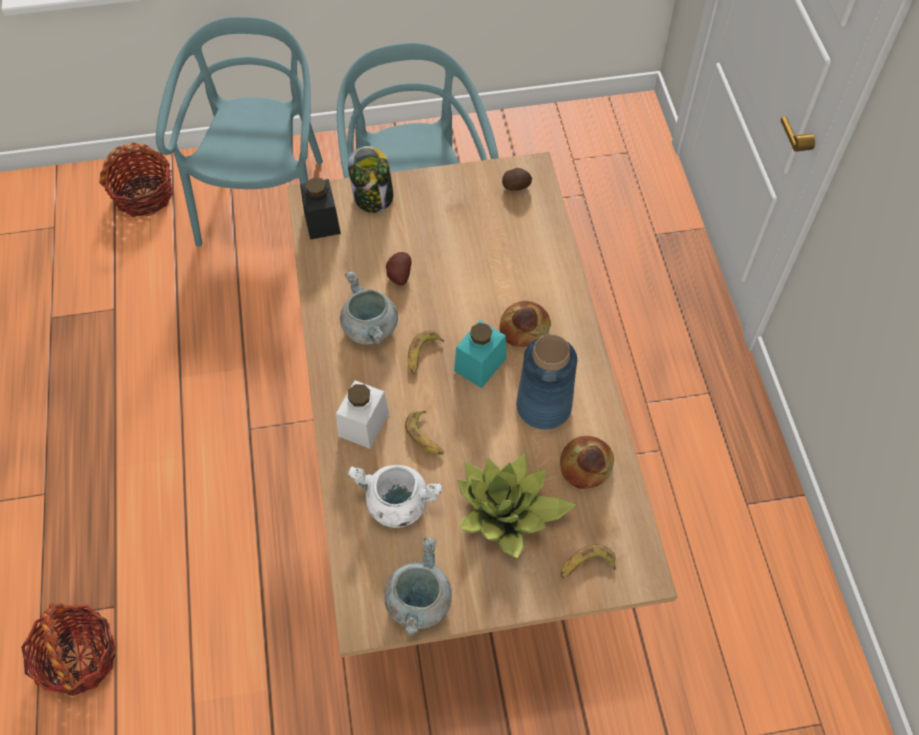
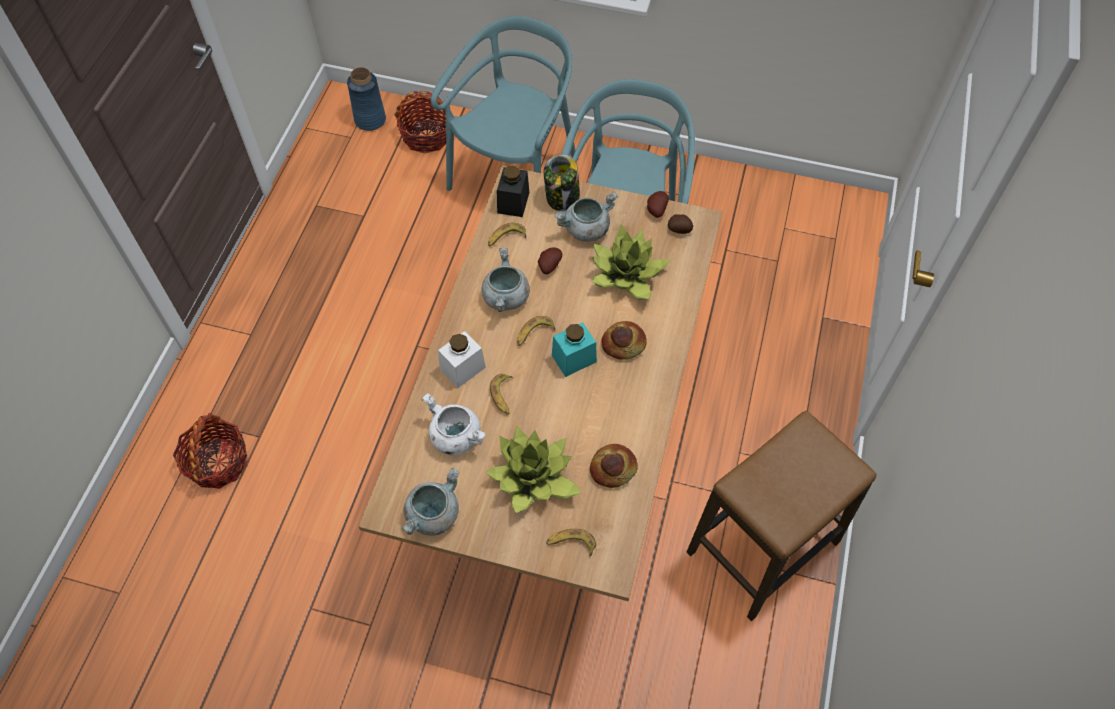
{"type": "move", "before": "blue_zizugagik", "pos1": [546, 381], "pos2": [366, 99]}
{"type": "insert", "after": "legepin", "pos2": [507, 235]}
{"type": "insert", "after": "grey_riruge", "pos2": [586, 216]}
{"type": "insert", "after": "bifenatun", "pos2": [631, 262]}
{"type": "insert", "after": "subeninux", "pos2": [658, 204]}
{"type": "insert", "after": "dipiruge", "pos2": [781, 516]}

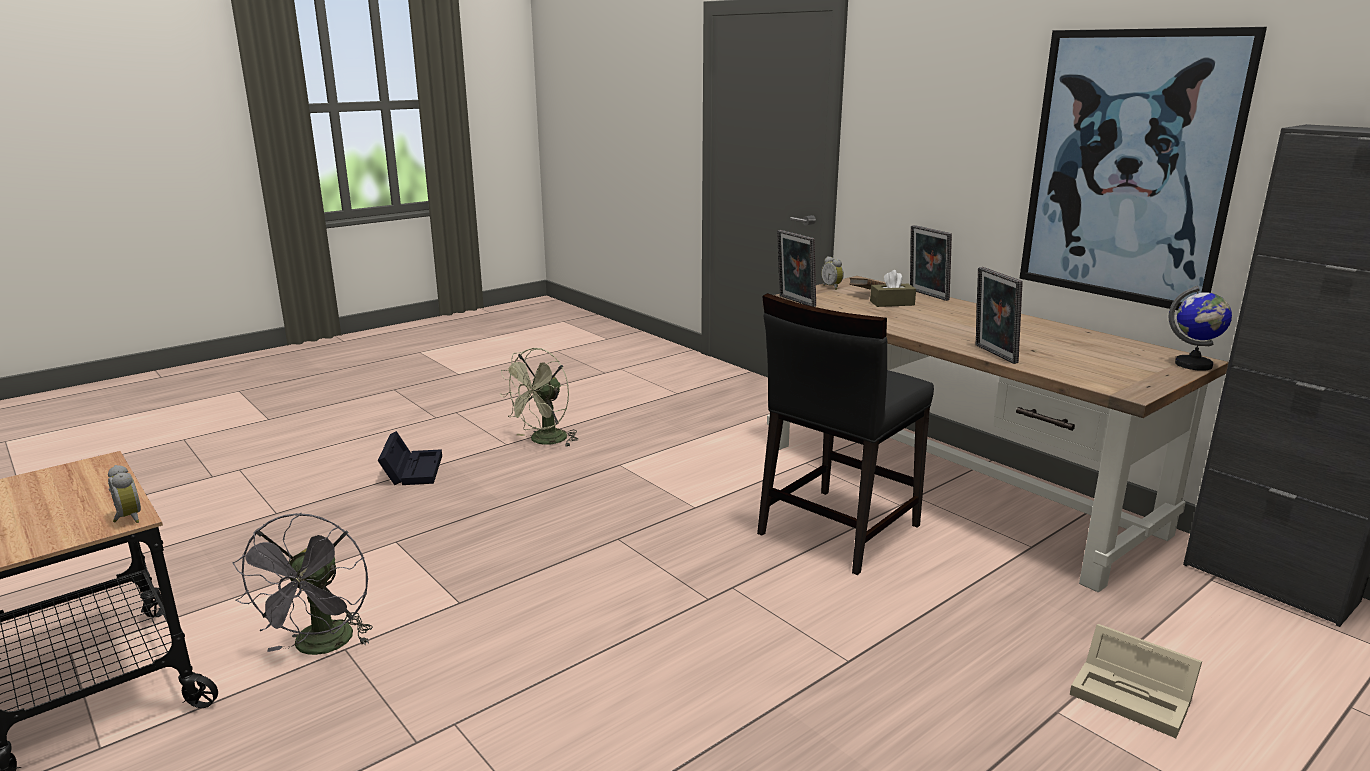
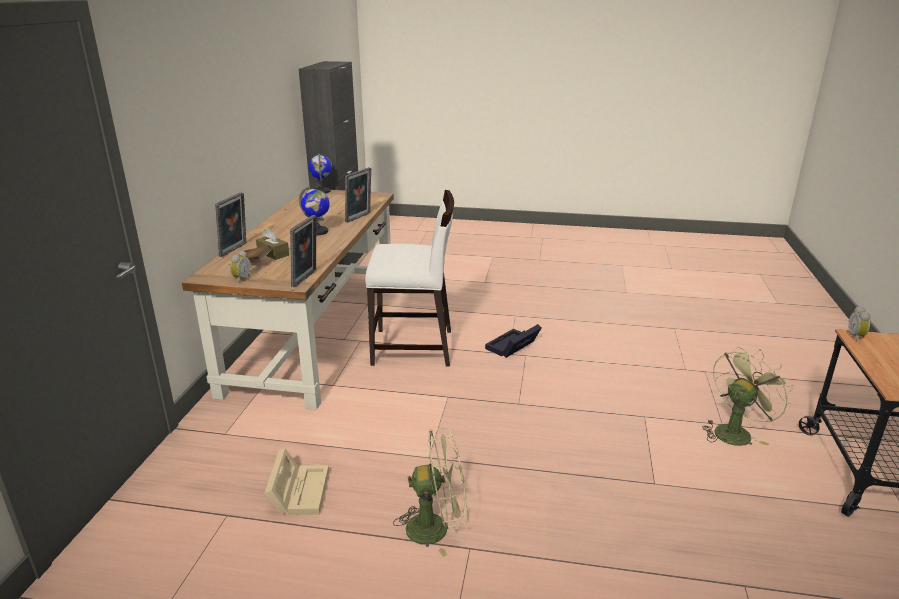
{"type": "recolor", "before": "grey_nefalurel", "after": "green_nefalurel", "pos1": [302, 584], "pos2": [748, 396]}
{"type": "move", "before": "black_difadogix", "pos1": [410, 458], "pos2": [513, 341]}
{"type": "recolor", "before": "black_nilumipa", "after": "white_nilumipa", "pos1": [845, 434], "pos2": [409, 278]}
{"type": "delete", "before": "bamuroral", "pos1": [1143, 168]}
{"type": "move", "before": "beige_difadogix", "pos1": [1136, 681], "pos2": [297, 481]}
{"type": "insert", "after": "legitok", "pos2": [314, 211]}

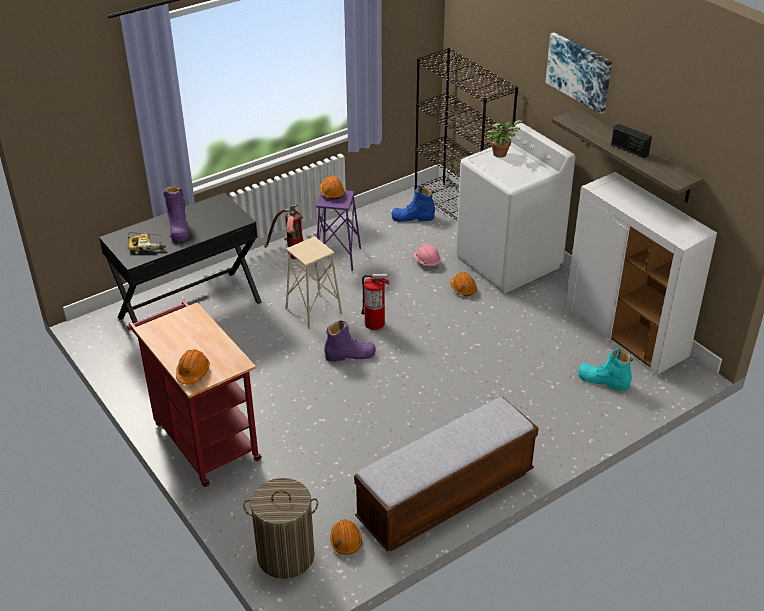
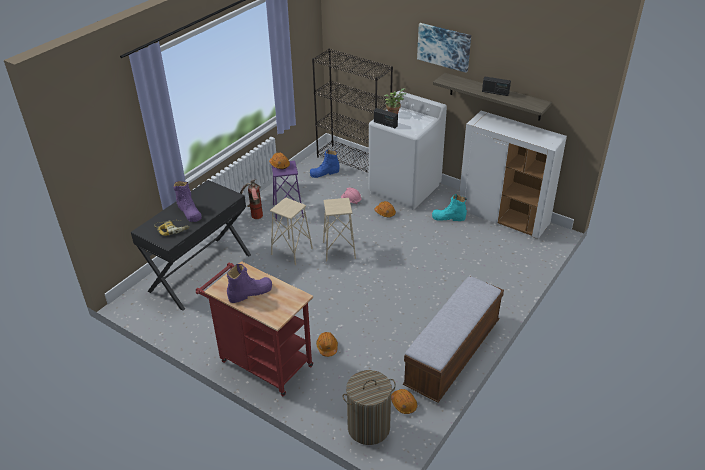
{"type": "move", "before": "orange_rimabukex", "pos1": [193, 367], "pos2": [327, 344]}
{"type": "move", "before": "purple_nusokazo", "pos1": [350, 340], "pos2": [249, 283]}
{"type": "replace", "before": "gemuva", "after": "beige_dipiruge", "pos1": [375, 302], "pos2": [339, 230]}
{"type": "move", "before": "turquoise_nusokazo", "pos1": [605, 369], "pos2": [449, 207]}
{"type": "insert", "after": "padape", "pos2": [386, 118]}

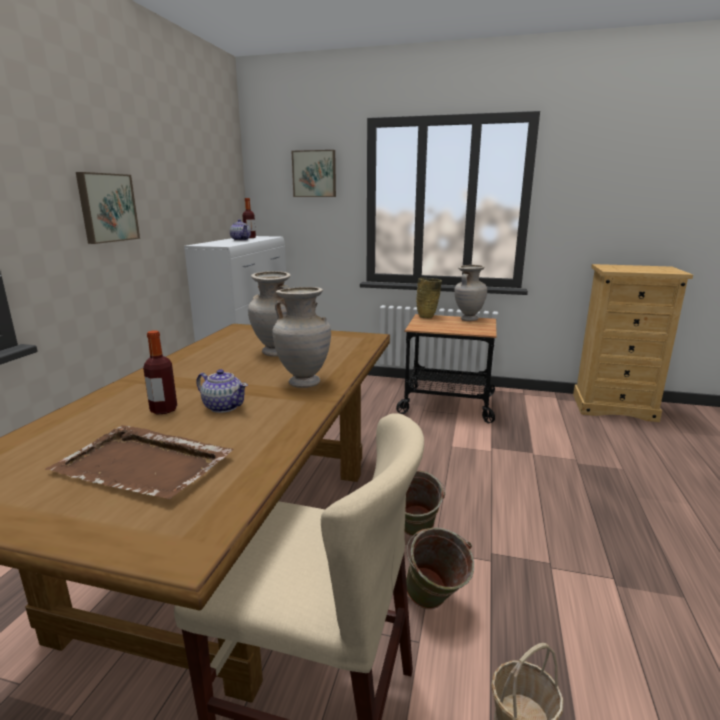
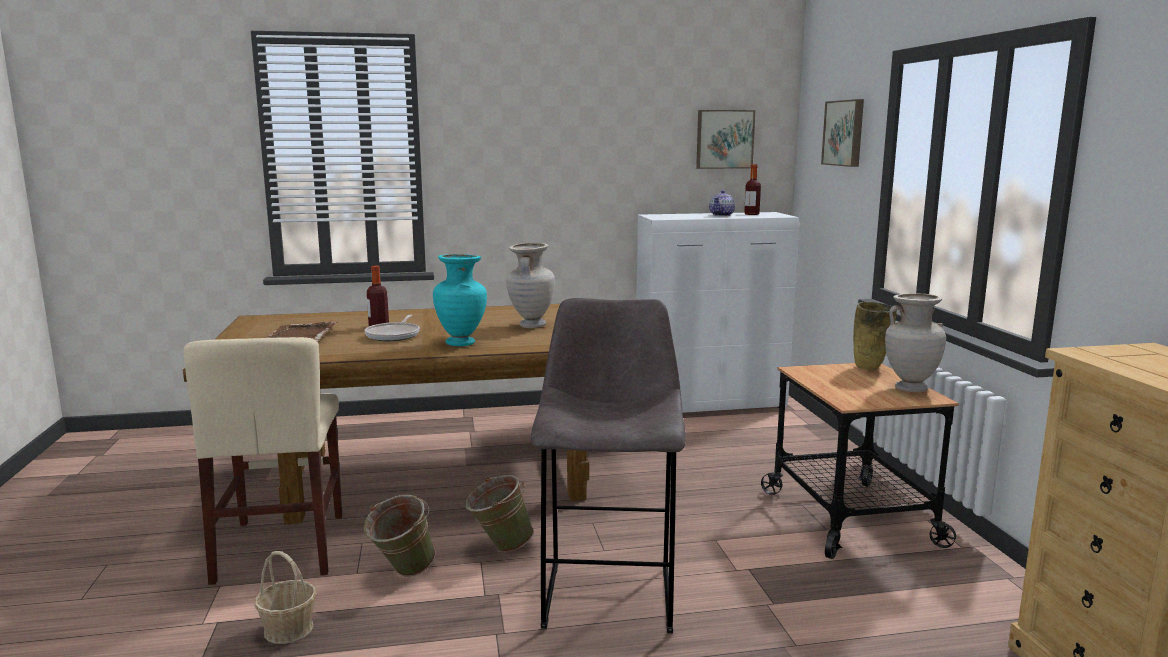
{"type": "move", "before": "bamuroral", "pos1": [108, 208], "pos2": [725, 139]}
{"type": "replace", "before": "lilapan", "after": "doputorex", "pos1": [222, 391], "pos2": [392, 328]}
{"type": "recolor", "before": "beige_zizugagik", "after": "turquoise_zizugagik", "pos1": [301, 337], "pos2": [460, 300]}
{"type": "insert", "after": "grey_dipiruge", "pos2": [608, 465]}

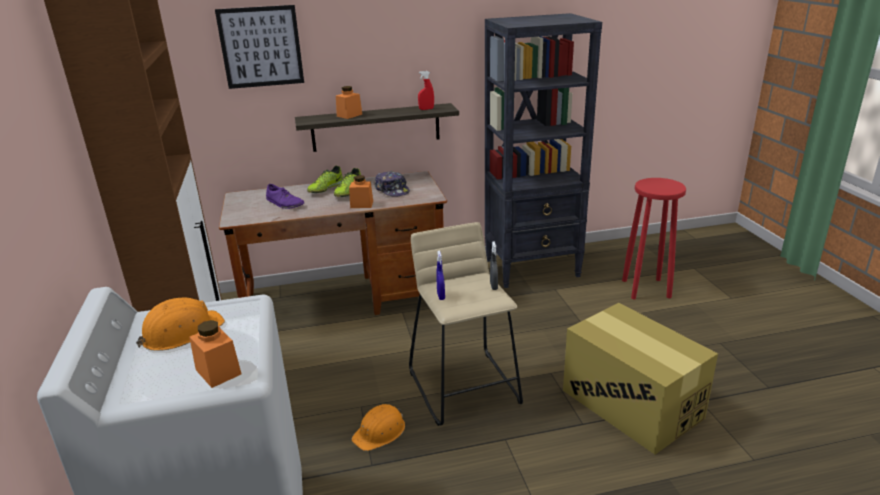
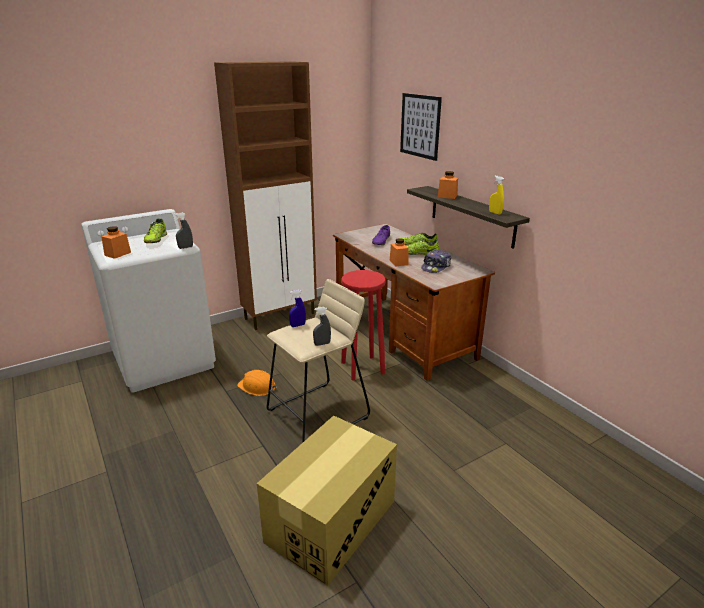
{"type": "replace", "before": "orange_rimabukex", "after": "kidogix", "pos1": [180, 324], "pos2": [155, 230]}
{"type": "recolor", "before": "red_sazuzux", "after": "yellow_sazuzux", "pos1": [426, 90], "pos2": [496, 195]}
{"type": "delete", "before": "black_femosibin", "pos1": [543, 150]}
{"type": "move", "before": "red_dipiruge", "pos1": [654, 238], "pos2": [363, 325]}
{"type": "insert", "after": "grey_sazuzux", "pos2": [183, 230]}

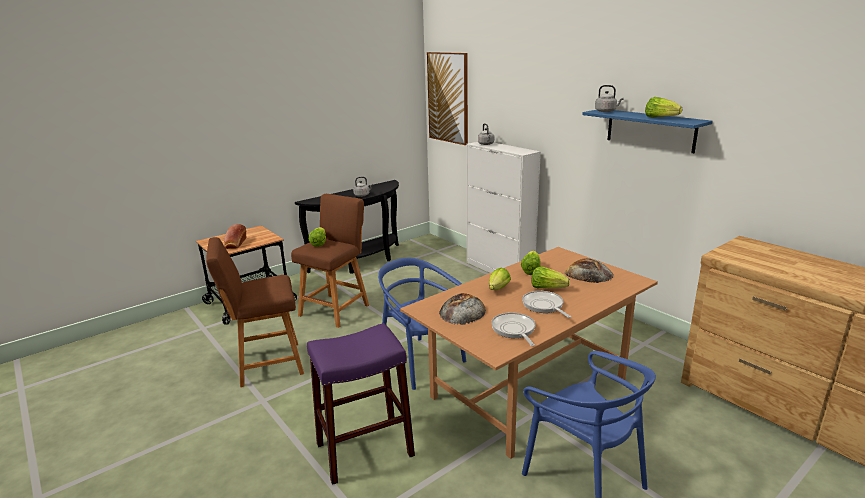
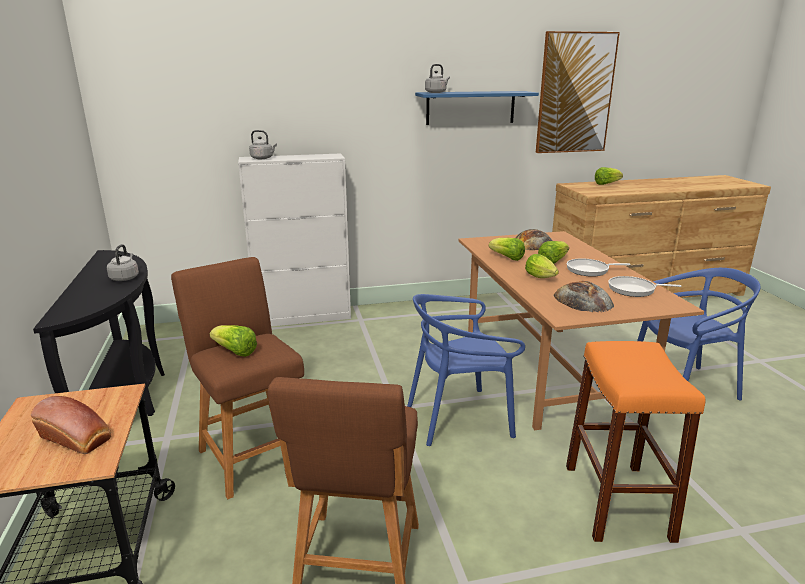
{"type": "recolor", "before": "purple_dipiruge", "after": "orange_dipiruge", "pos1": [361, 404], "pos2": [635, 442]}
{"type": "move", "before": "bamuroral", "pos1": [447, 98], "pos2": [578, 92]}
{"type": "move", "before": "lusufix", "pos1": [663, 107], "pos2": [609, 176]}

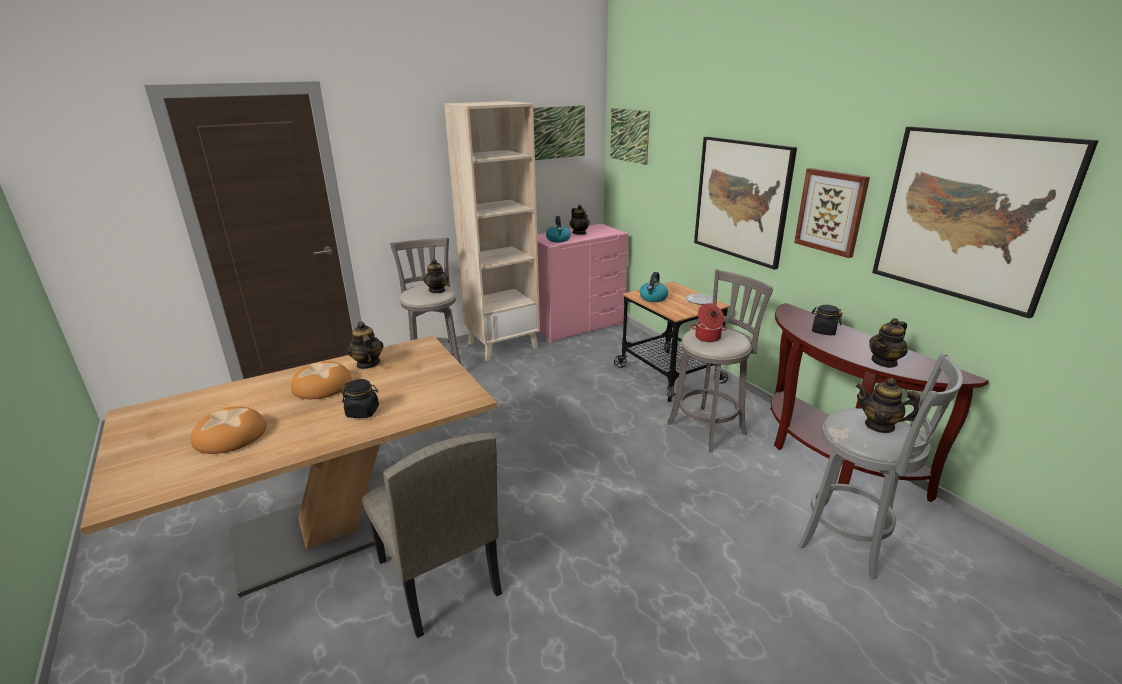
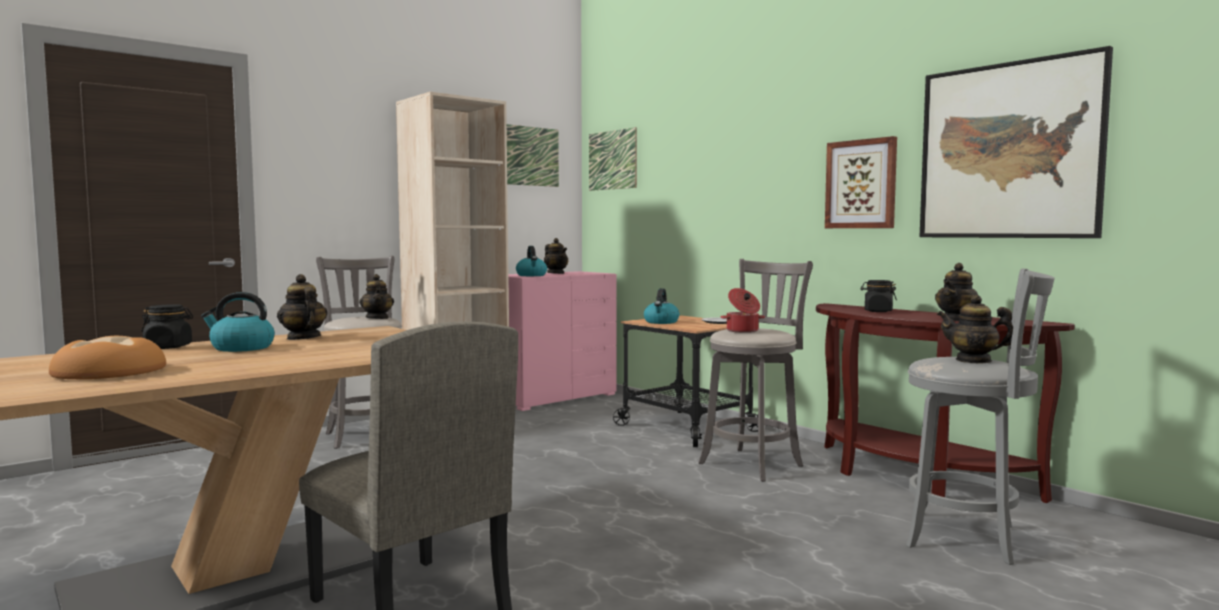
{"type": "replace", "before": "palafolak", "after": "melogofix", "pos1": [321, 380], "pos2": [238, 322]}
{"type": "move", "before": "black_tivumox", "pos1": [360, 398], "pos2": [167, 326]}
{"type": "delete", "before": "bamuroral", "pos1": [745, 203]}

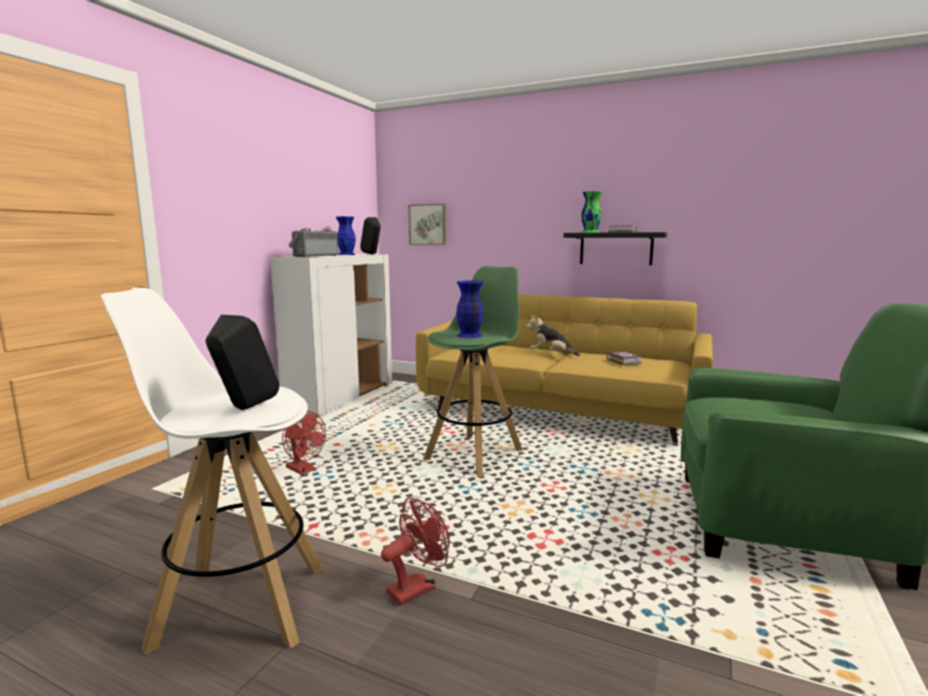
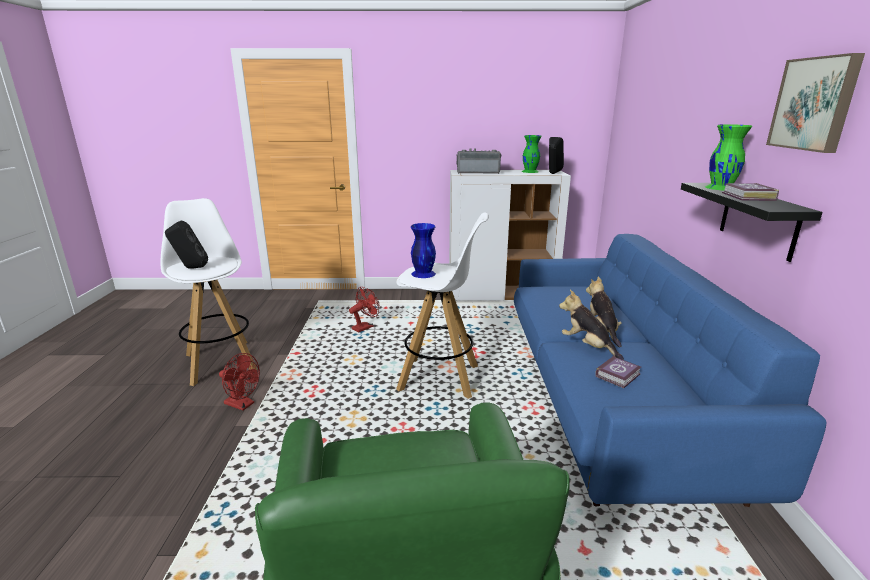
{"type": "rotate", "before": "red_nefalurel", "pos1": [304, 443], "pos2": [364, 310], "turn": -150}
{"type": "recolor", "before": "blue_zizugagik", "after": "green_zizugagik", "pos1": [346, 235], "pos2": [532, 154]}
{"type": "move", "before": "bamuroral", "pos1": [427, 224], "pos2": [815, 103]}
{"type": "recolor", "before": "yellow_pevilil", "after": "blue_pevilil", "pos1": [564, 368], "pos2": [670, 370]}
{"type": "recolor", "before": "green_dipiruge", "after": "white_dipiruge", "pos1": [473, 371], "pos2": [442, 306]}
{"type": "insert", "after": "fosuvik", "pos2": [591, 325]}

